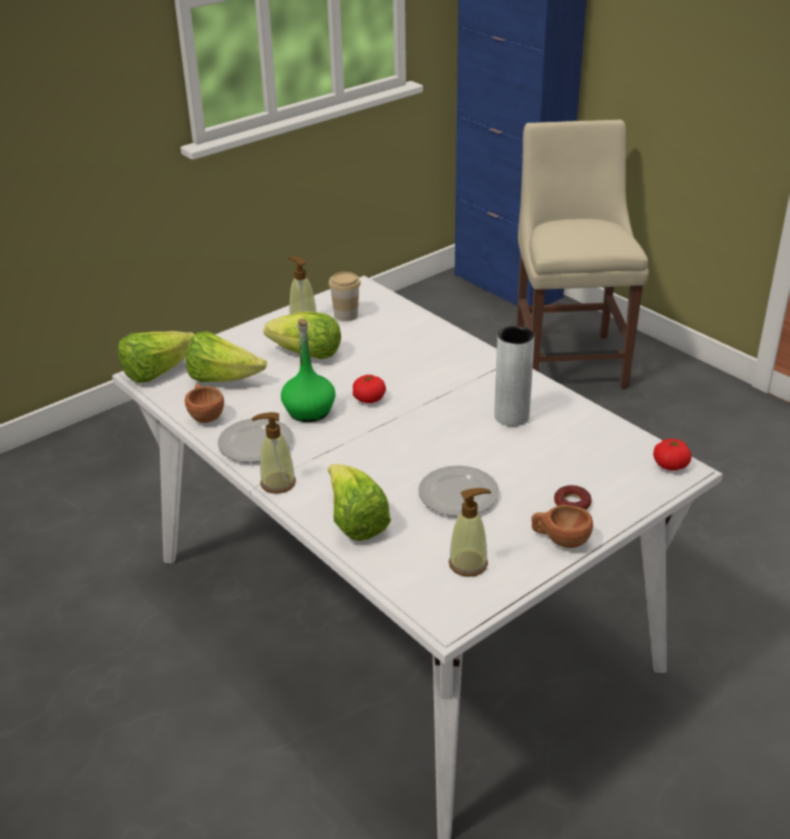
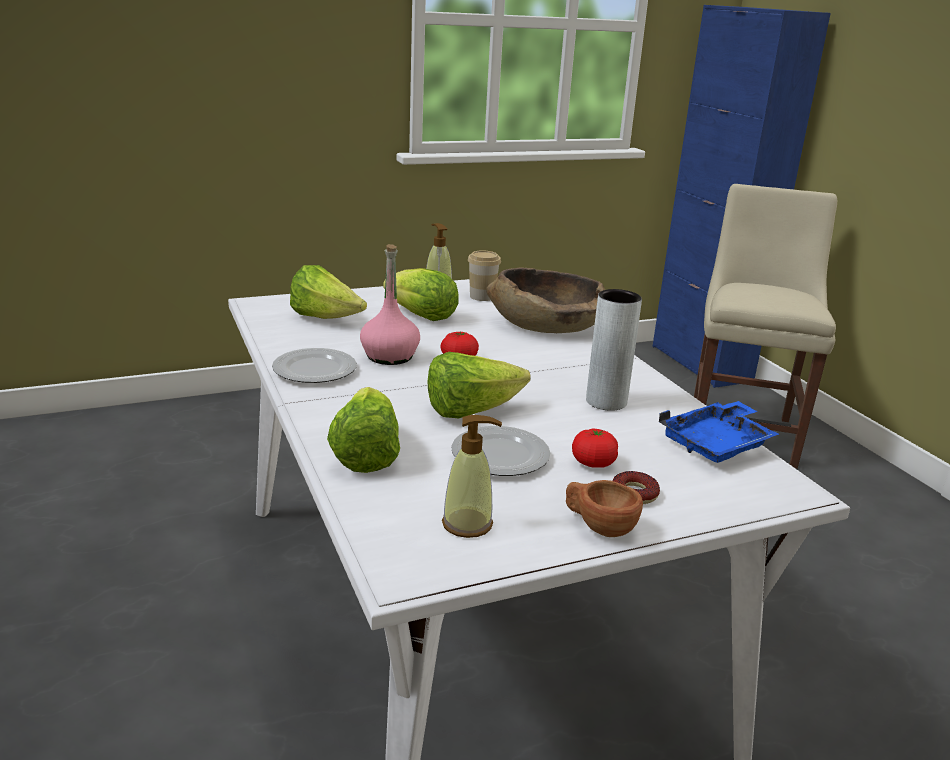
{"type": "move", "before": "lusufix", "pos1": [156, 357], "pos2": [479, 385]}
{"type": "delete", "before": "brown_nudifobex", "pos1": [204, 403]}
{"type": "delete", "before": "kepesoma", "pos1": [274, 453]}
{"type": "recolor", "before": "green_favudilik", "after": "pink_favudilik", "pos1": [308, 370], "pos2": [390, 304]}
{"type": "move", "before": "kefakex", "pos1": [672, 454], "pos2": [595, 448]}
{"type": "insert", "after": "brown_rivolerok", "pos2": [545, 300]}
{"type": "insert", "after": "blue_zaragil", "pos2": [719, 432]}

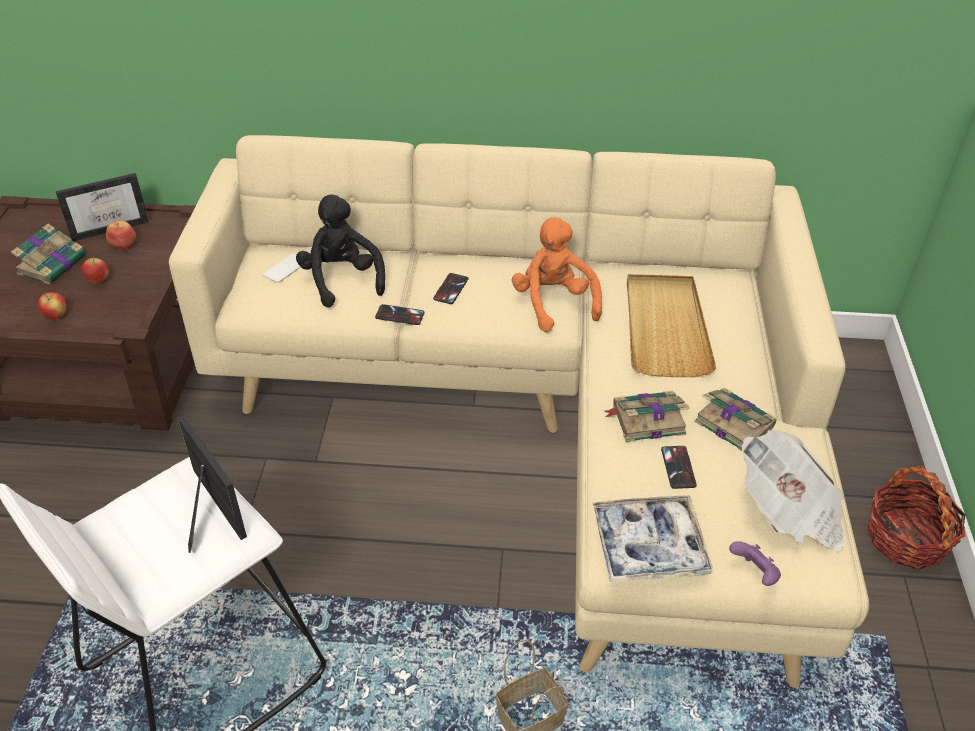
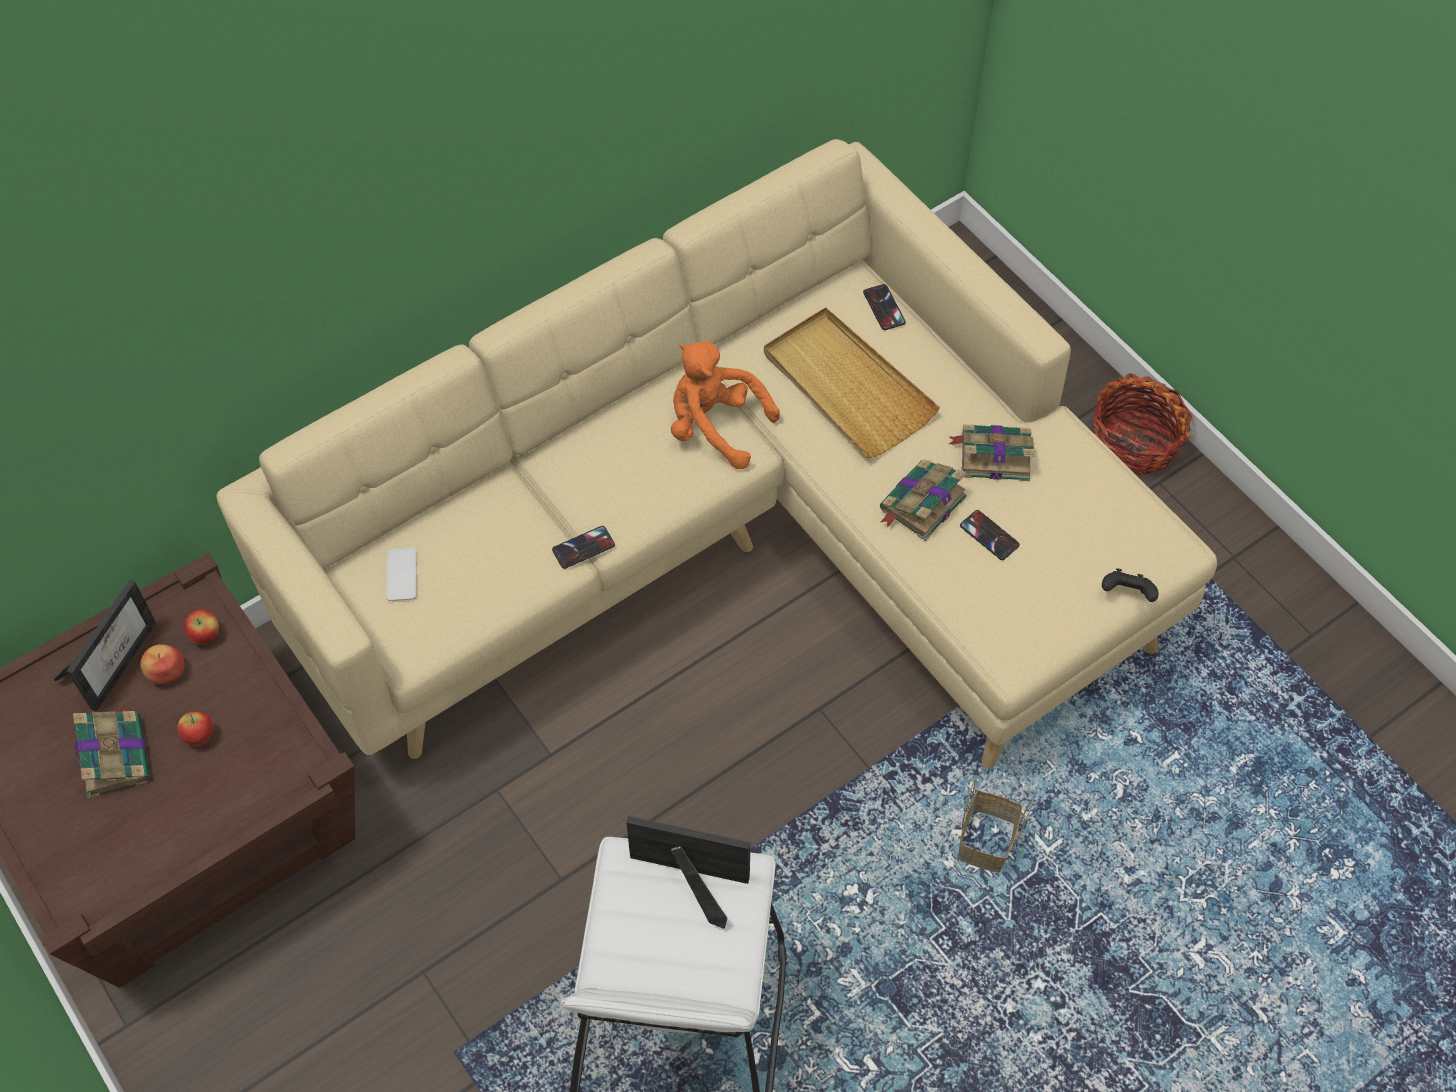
{"type": "move", "before": "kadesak", "pos1": [52, 306], "pos2": [201, 626]}
{"type": "delete", "before": "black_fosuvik", "pos1": [340, 251]}
{"type": "move", "before": "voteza", "pos1": [450, 288], "pos2": [884, 307]}
{"type": "delete", "before": "zaragil", "pos1": [653, 538]}
{"type": "recolor", "before": "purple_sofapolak", "after": "black_sofapolak", "pos1": [755, 563], "pos2": [1130, 585]}
{"type": "delete", "before": "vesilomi", "pos1": [793, 491]}

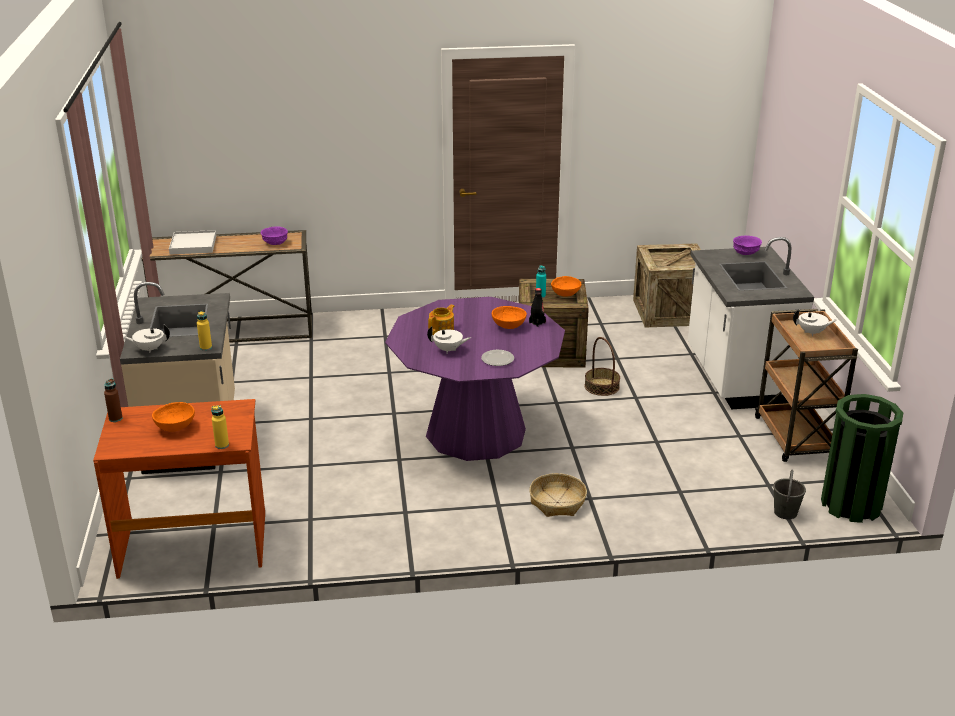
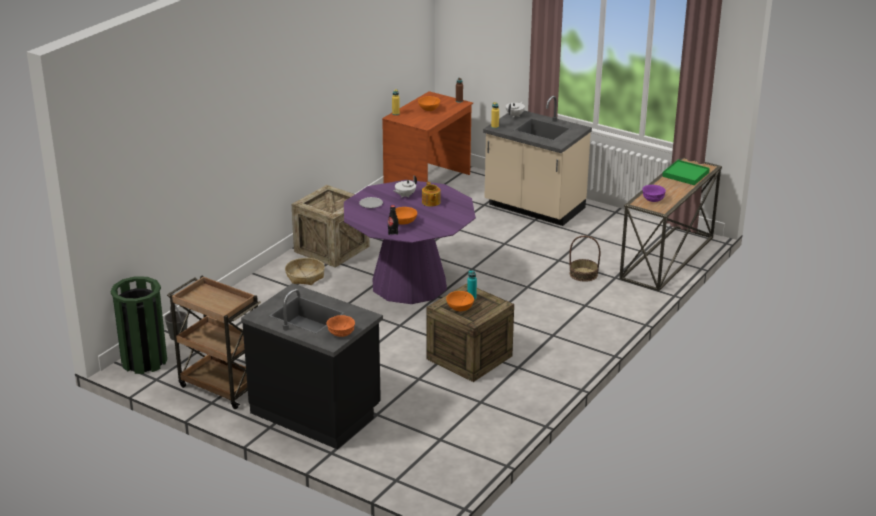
{"type": "recolor", "before": "white_zaragil", "after": "green_zaragil", "pos1": [192, 242], "pos2": [686, 172]}
{"type": "move", "before": "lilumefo", "pos1": [602, 366], "pos2": [585, 259]}
{"type": "move", "before": "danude", "pos1": [667, 285], "pos2": [331, 226]}
{"type": "recolor", "before": "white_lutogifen", "after": "black_lutogifen", "pos1": [751, 323], "pos2": [312, 366]}
{"type": "recolor", "before": "purple_rivolerok", "after": "orange_rivolerok", "pos1": [747, 245], "pos2": [341, 326]}
{"type": "delete", "before": "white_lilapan", "pos1": [815, 322]}

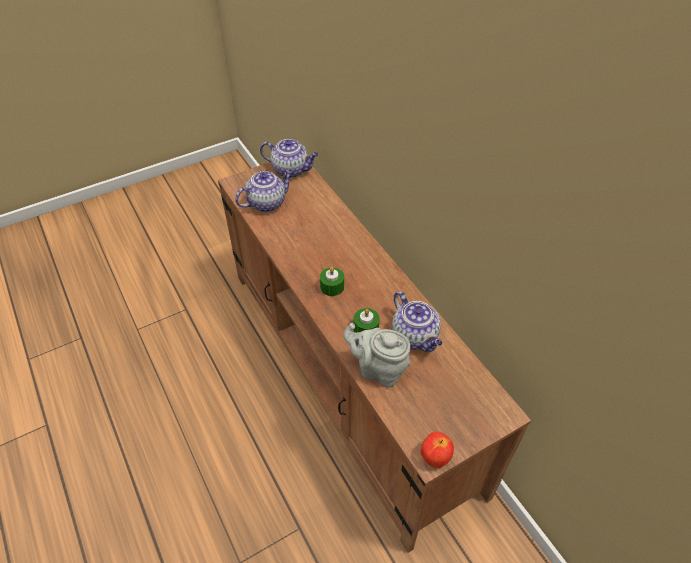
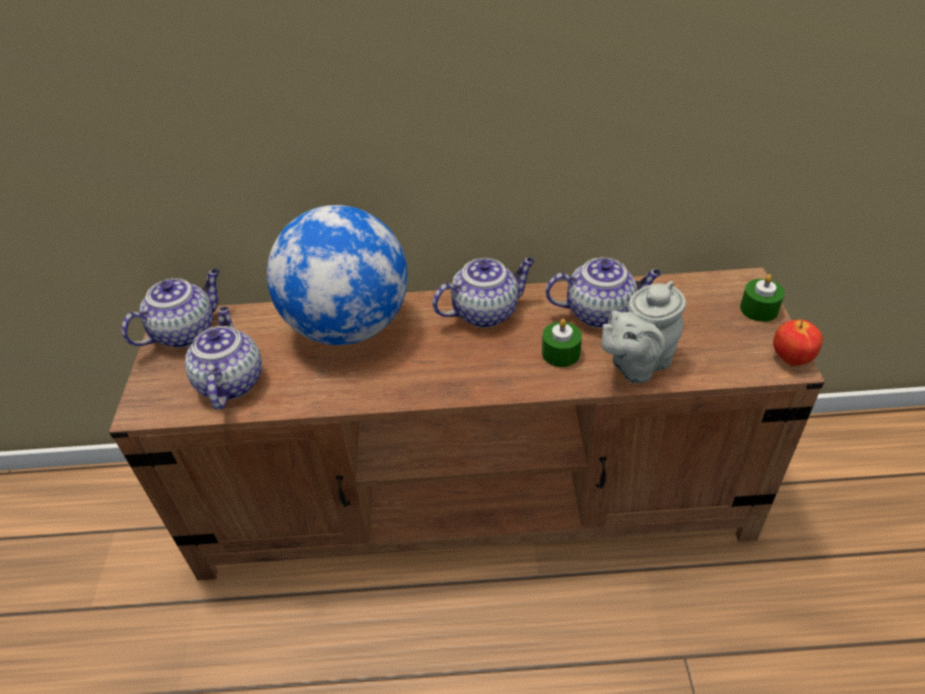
{"type": "move", "before": "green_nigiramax", "pos1": [332, 281], "pos2": [762, 298]}
{"type": "insert", "after": "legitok", "pos2": [337, 275]}
{"type": "insert", "after": "lilapan", "pos2": [483, 293]}

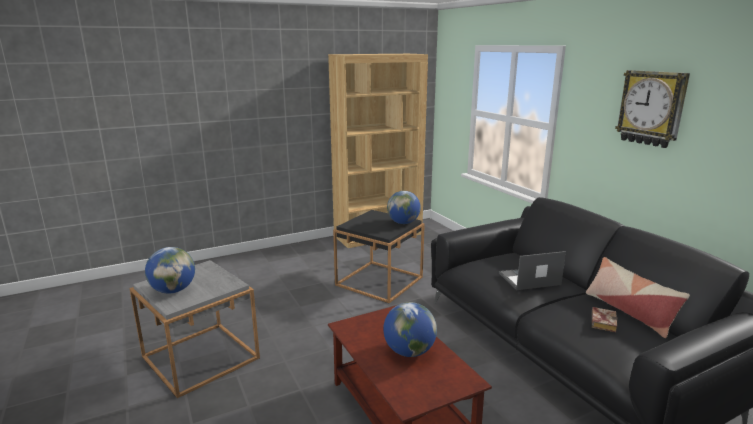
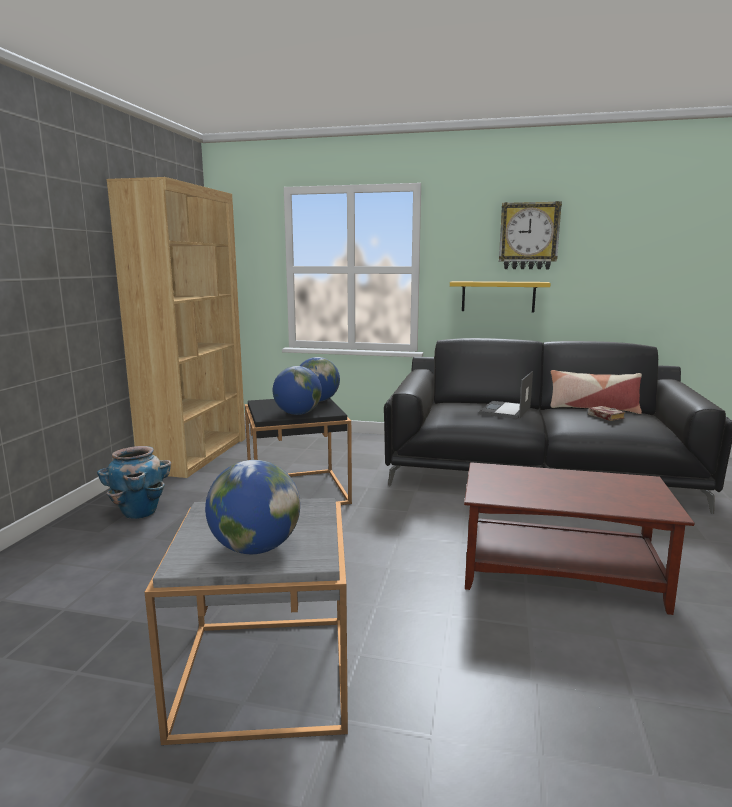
{"type": "move", "before": "legitok", "pos1": [410, 329], "pos2": [297, 390]}
{"type": "insert", "after": "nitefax", "pos2": [134, 482]}
{"type": "insert", "after": "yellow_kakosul", "pos2": [500, 297]}

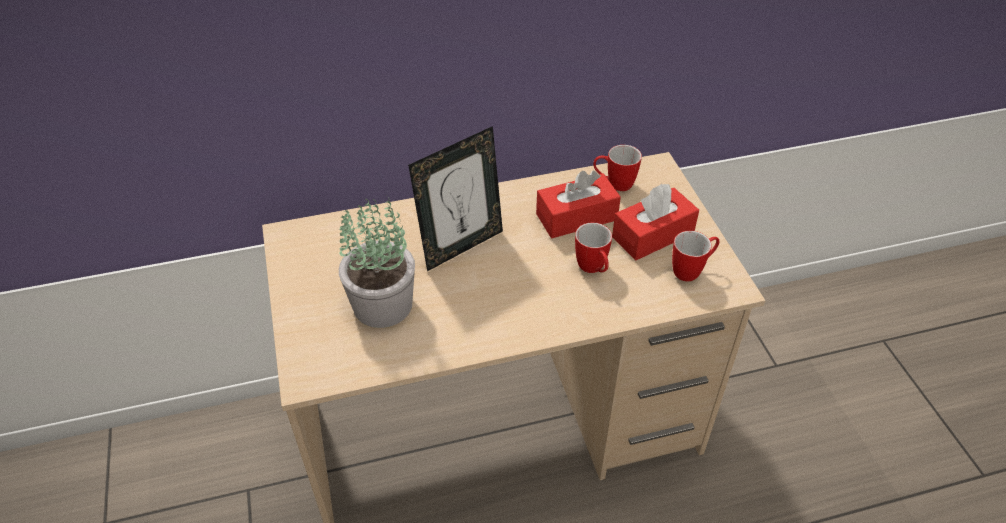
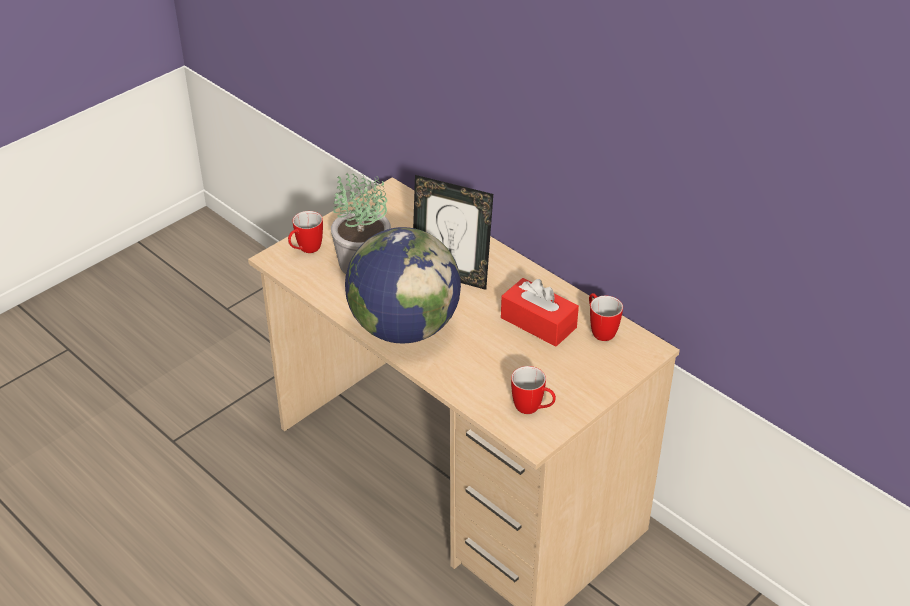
{"type": "move", "before": "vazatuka", "pos1": [593, 248], "pos2": [305, 232]}
{"type": "delete", "before": "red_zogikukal", "pos1": [655, 222]}
{"type": "insert", "after": "legitok", "pos2": [403, 285]}

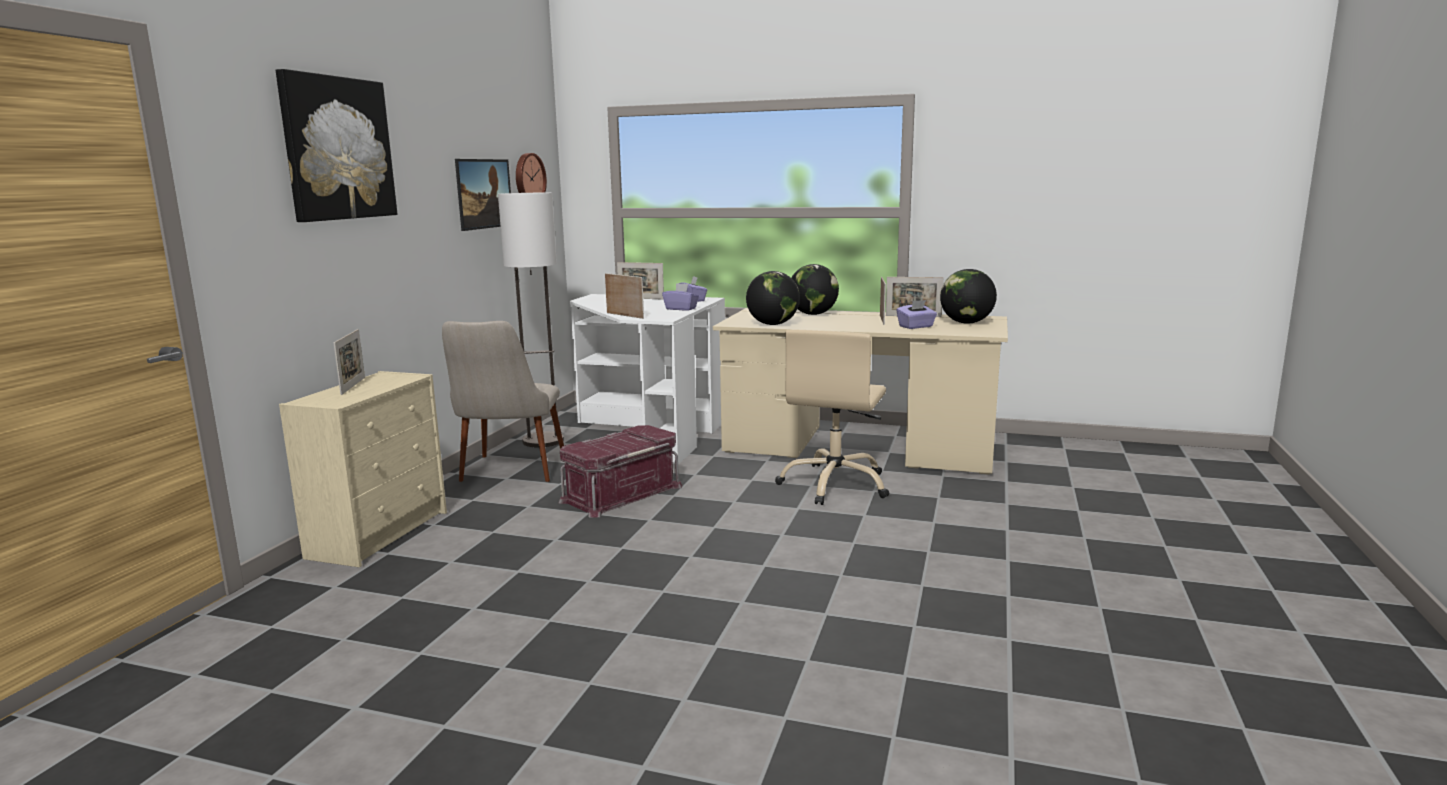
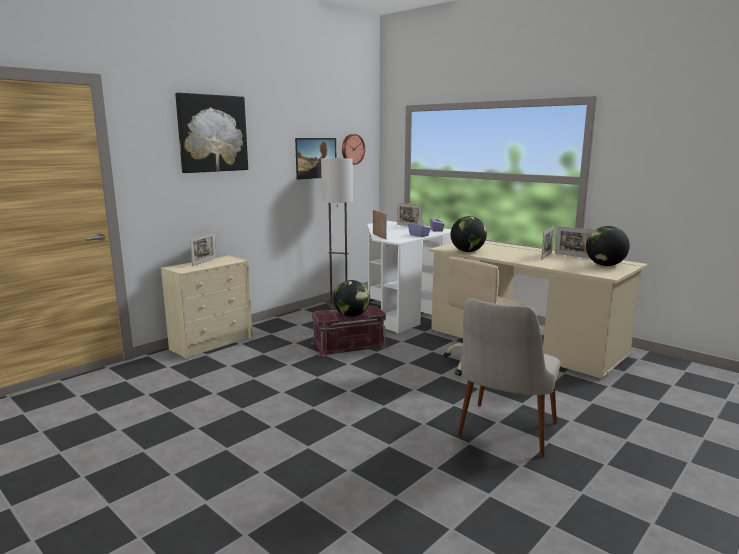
{"type": "move", "before": "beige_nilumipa", "pos1": [503, 401], "pos2": [509, 377]}
{"type": "move", "before": "legitok", "pos1": [815, 289], "pos2": [351, 298]}
{"type": "delete", "before": "purple_zogikukal", "pos1": [916, 314]}

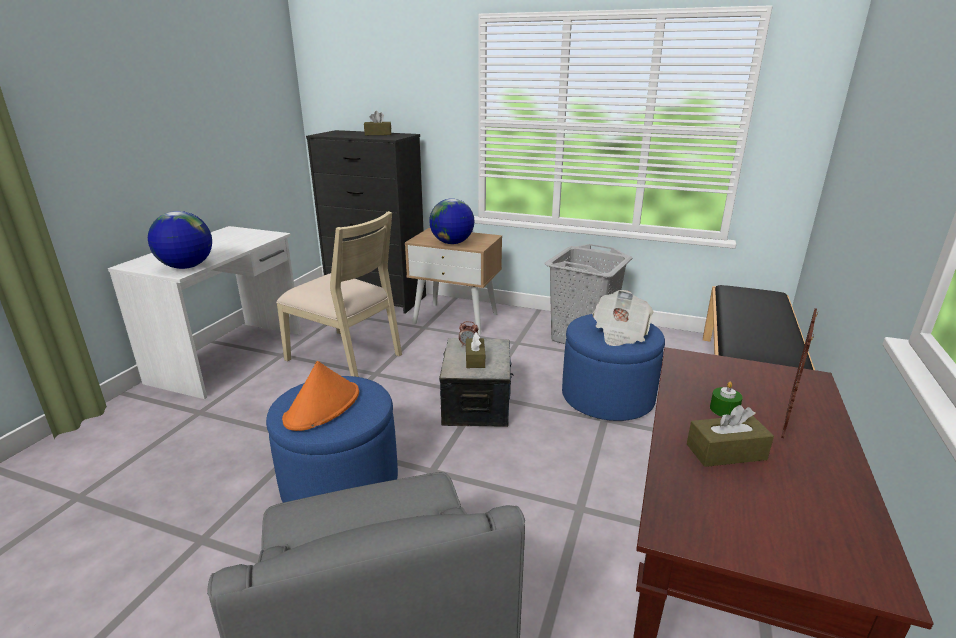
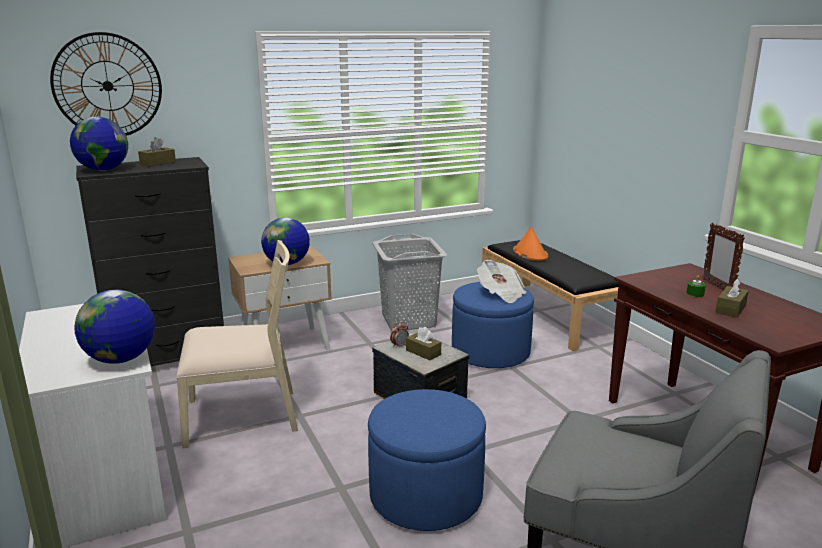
{"type": "move", "before": "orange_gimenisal", "pos1": [320, 396], "pos2": [530, 244]}
{"type": "insert", "after": "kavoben", "pos2": [106, 84]}
{"type": "insert", "after": "legitok", "pos2": [99, 144]}

